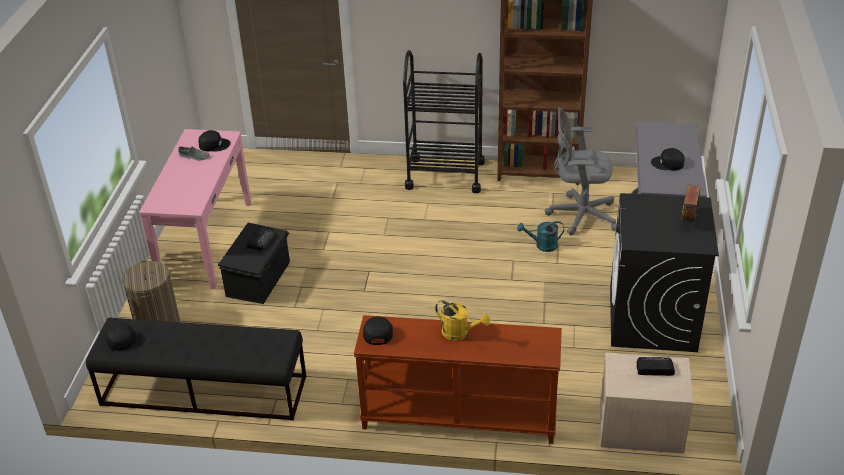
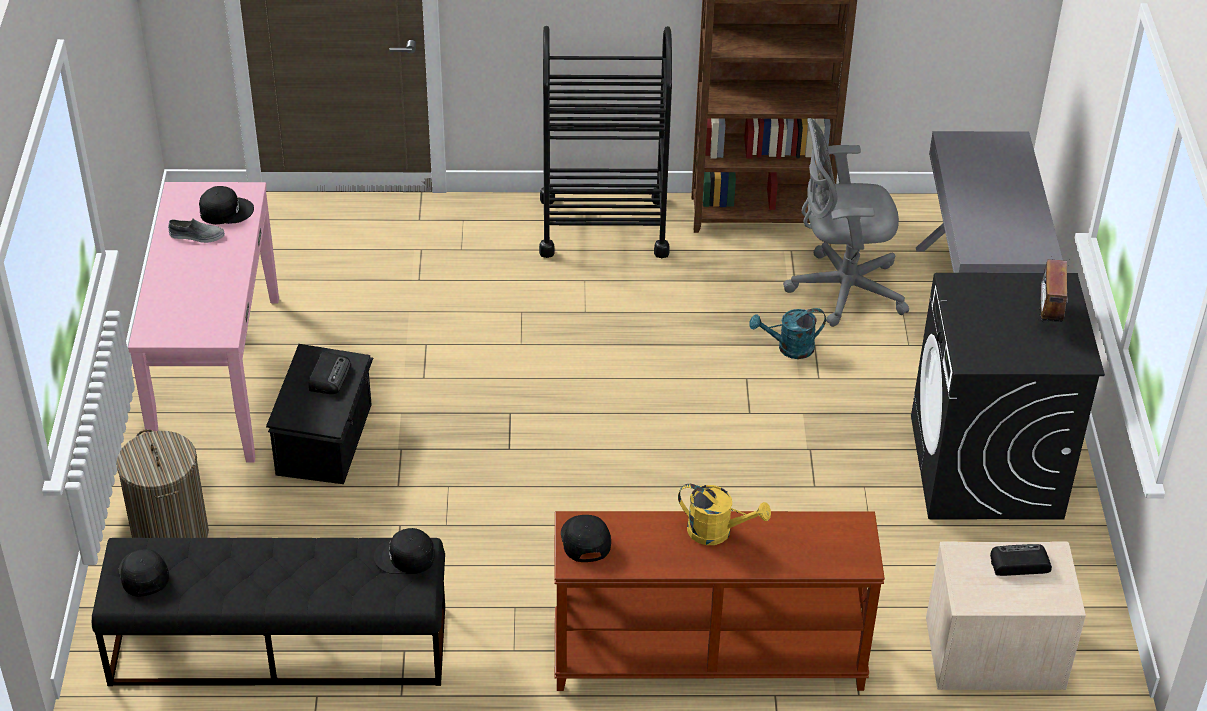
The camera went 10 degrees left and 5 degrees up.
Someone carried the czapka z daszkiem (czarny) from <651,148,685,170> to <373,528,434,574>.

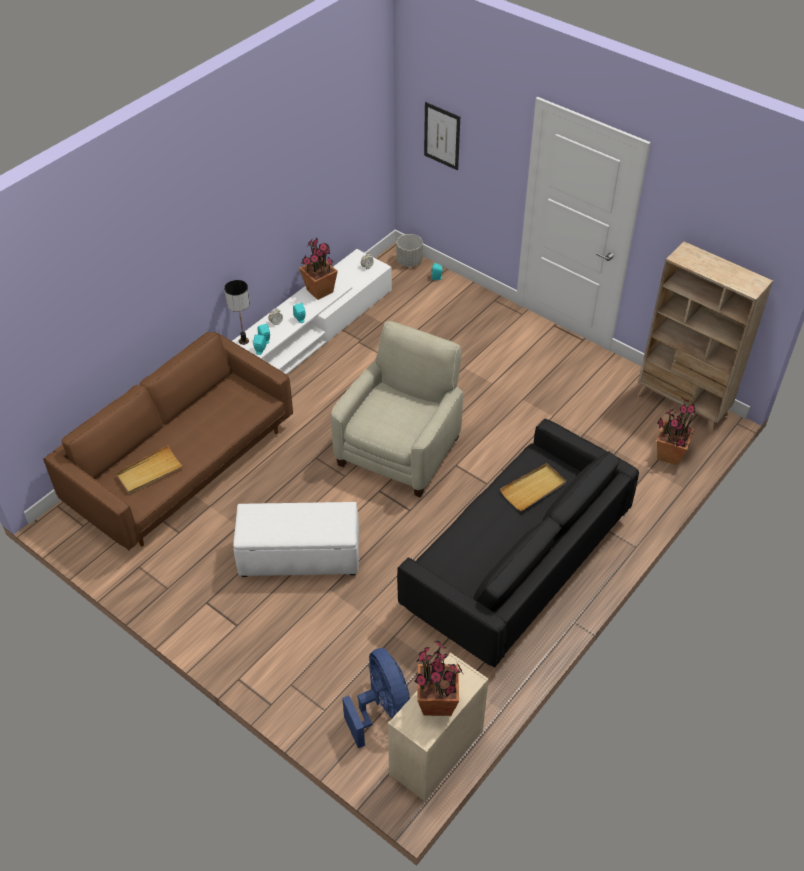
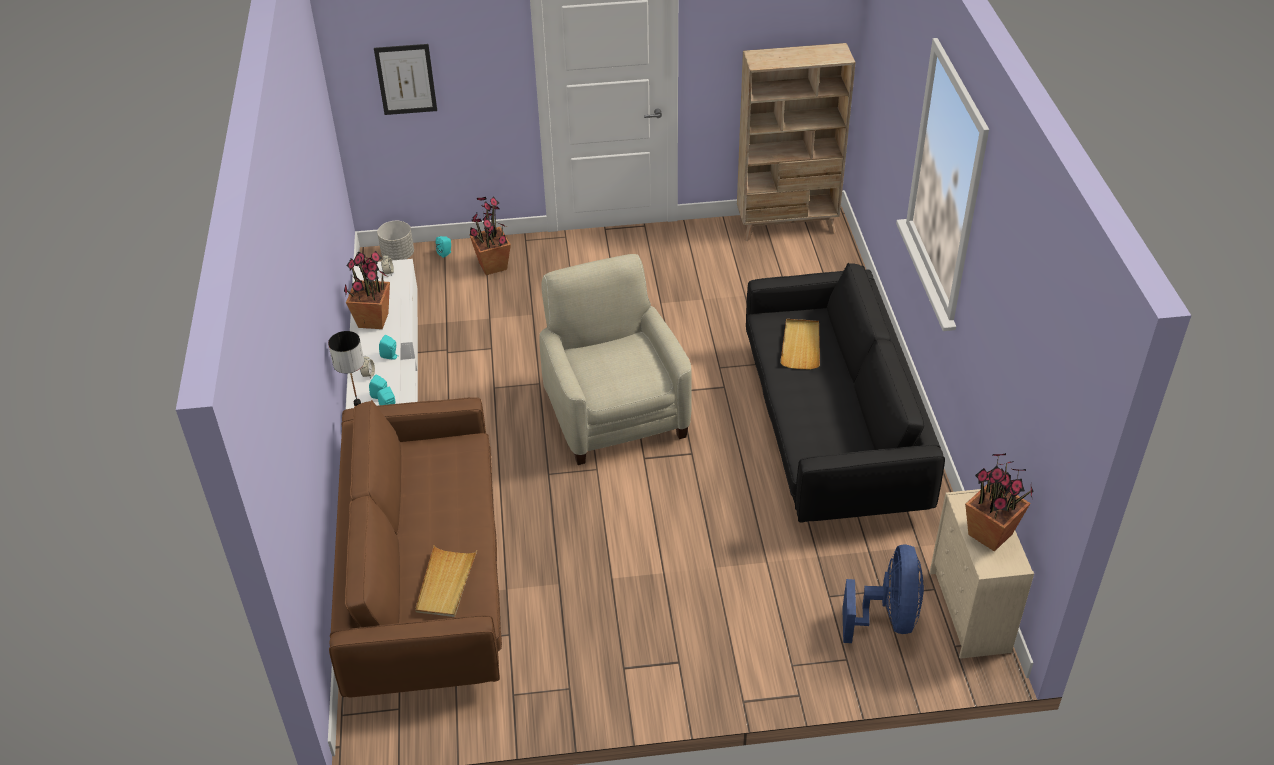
The camera went 45 degrees left and 5 degrees down.
Someone carried the roślina doniczkowa from <657,397,697,466> to <469,196,511,275>.
Someone took away the pufa (biały) at <233,502,359,577>.
Someone rotated the wentylator (niebieski) at <342,648,410,748> by 75 degrees clockwise.

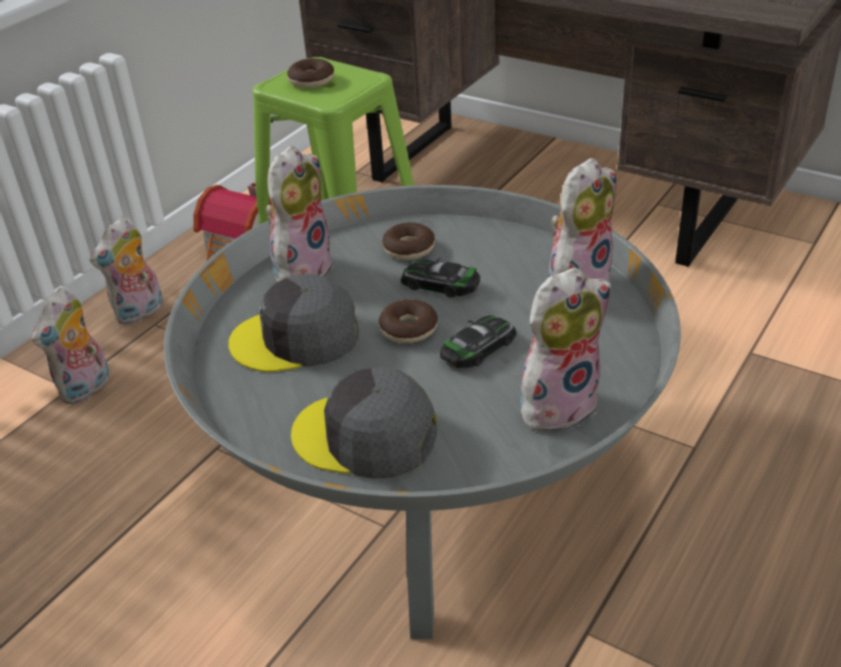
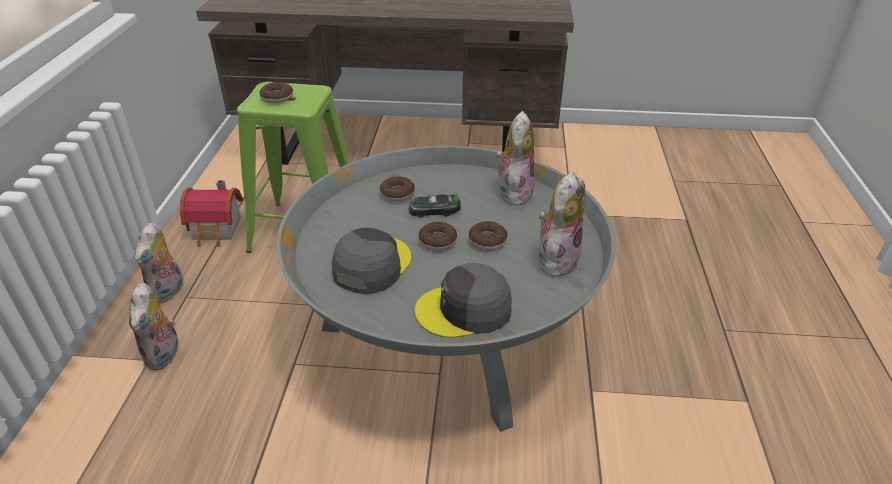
The camera went 30 degrees left and 0 degrees up.
Someone took away the pluszak at <266,146,334,282>.
Someone rotated the czapka z daszkiem (szary) at <228,273,359,372> by 150 degrees clockwise.
Someone swapped the samochodzik at <440,315,516,368> for the donut at <469,221,507,250>.

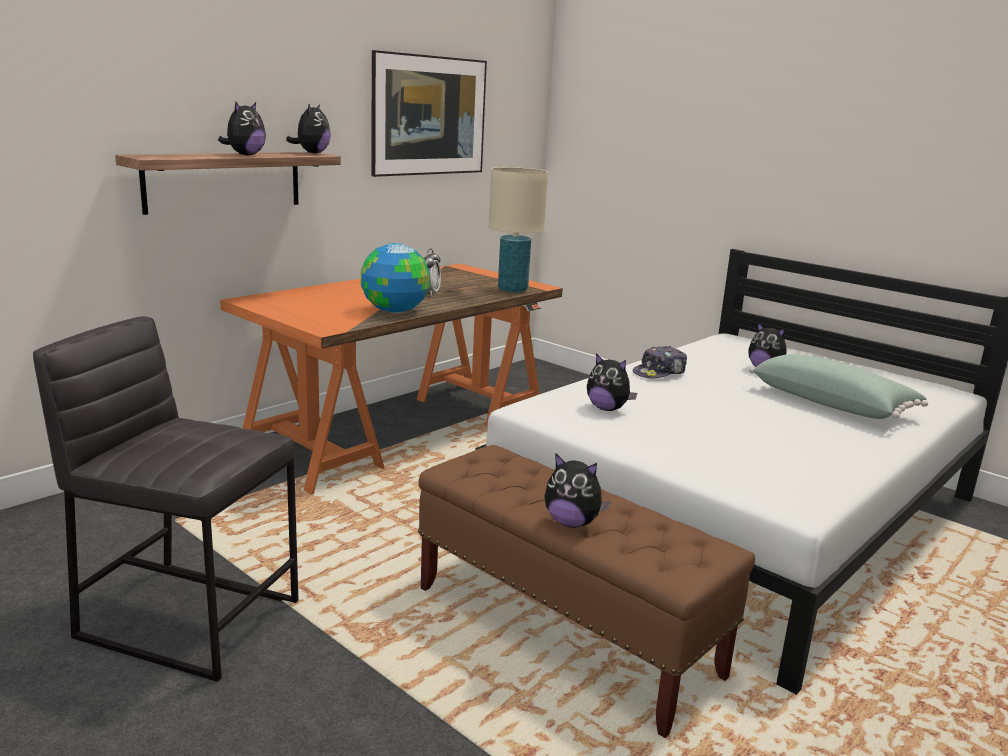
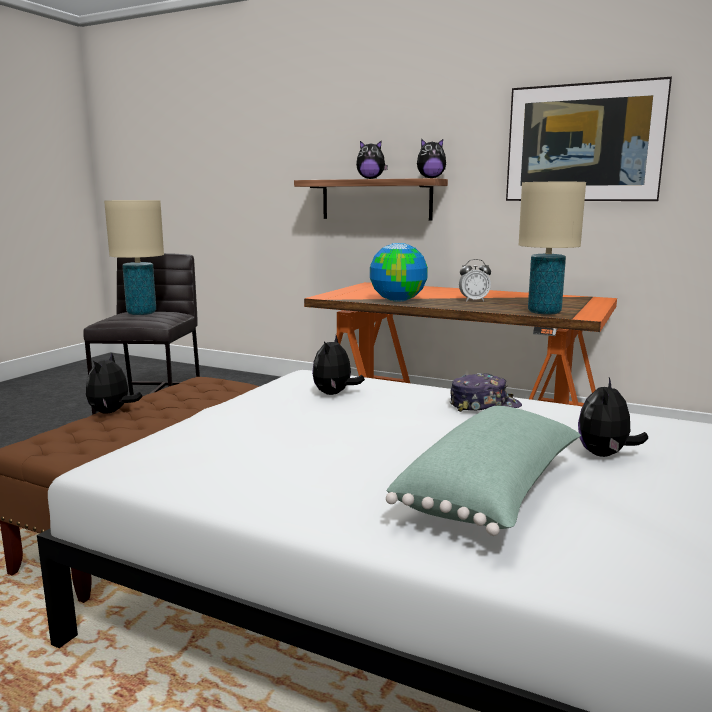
The camera went 75 degrees right and 5 degrees down.
Someone rotated the czapka z daszkiem at <633,346,687,378> by 135 degrees clockwise.
Someone put down the lampa stołowa (beżowy) at <104,200,164,315>.

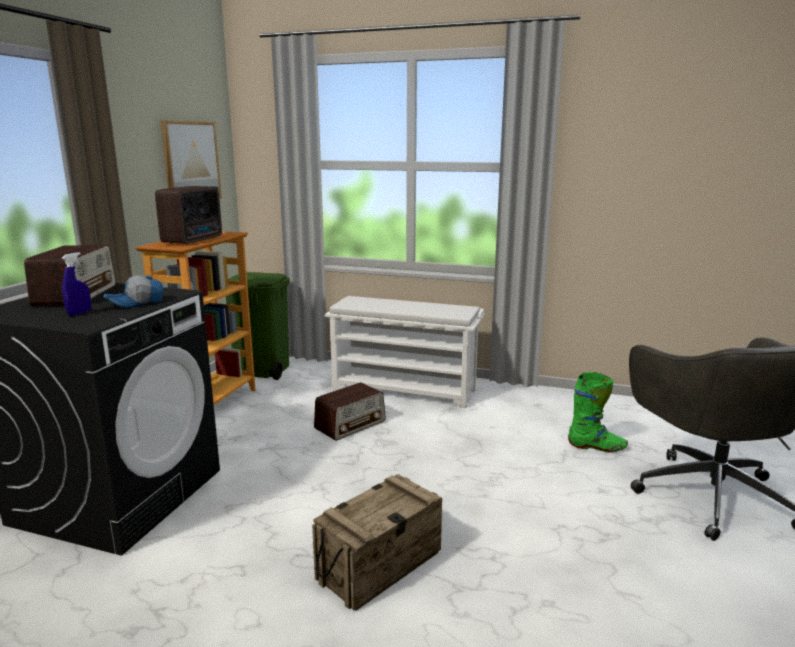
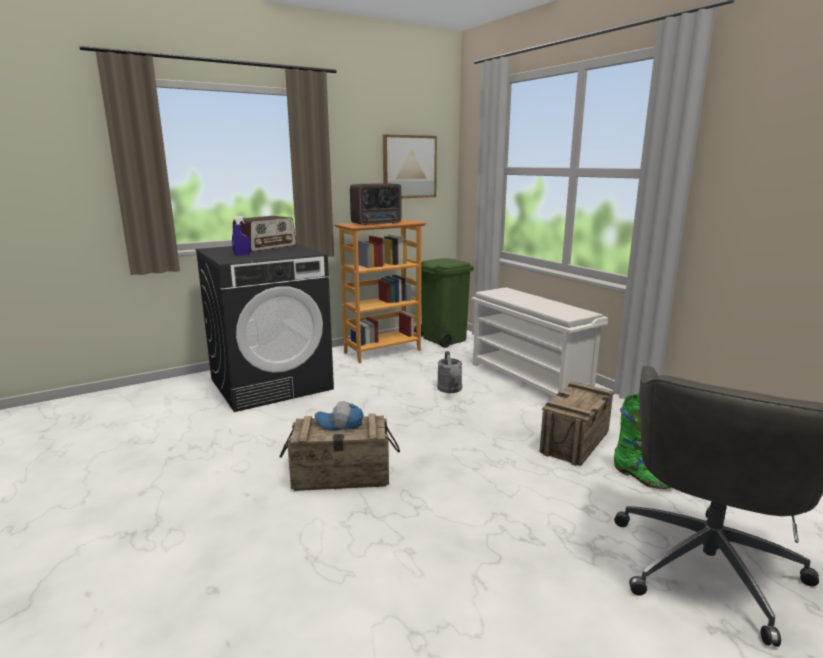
The camera went 40 degrees right and 0 degrees up.
Someone carried the czapka z daszkiem from <103,275,163,308> to <315,401,363,431>.
Someone swapped the radio at <314,383,386,441> for the konewka (szary) at <437,351,462,393>.
Someone put down the skrzynka at <540,382,614,466>.

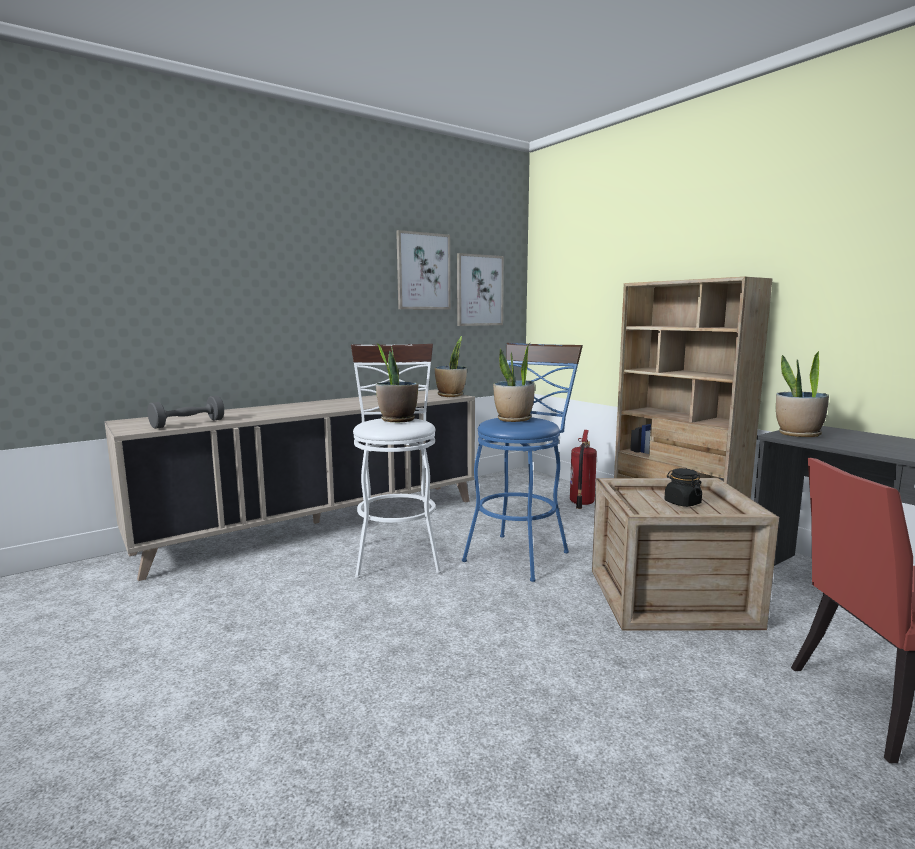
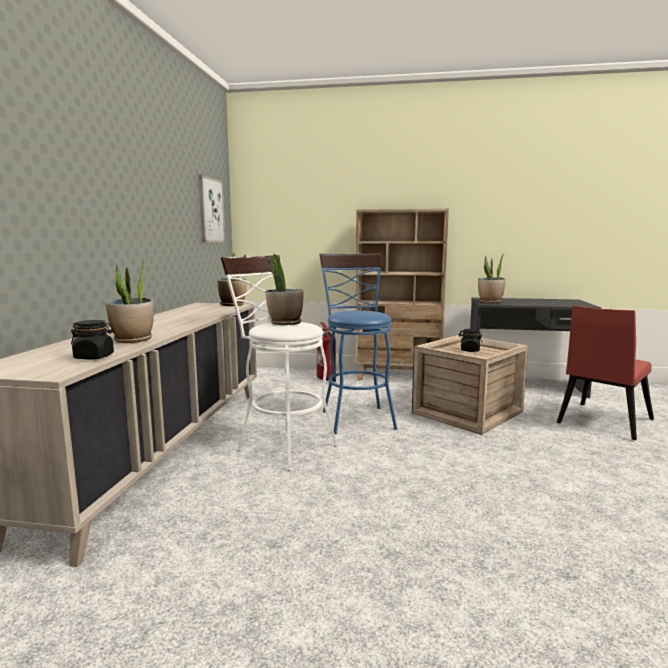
The camera went 45 degrees left and 0 degrees up.
Someone took away the obraz at <396,230,451,309>.
Someone carried the roślina doniczkowa from <493,343,535,422> to <105,257,154,343>.
Someone swapped the hantel (szary) at <148,396,224,429> for the słoik (czarny) at <71,320,114,360>.

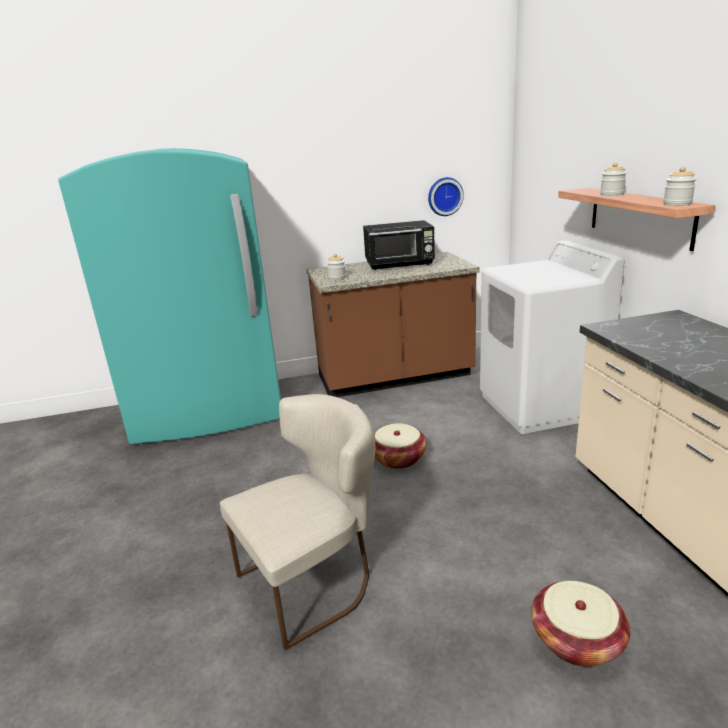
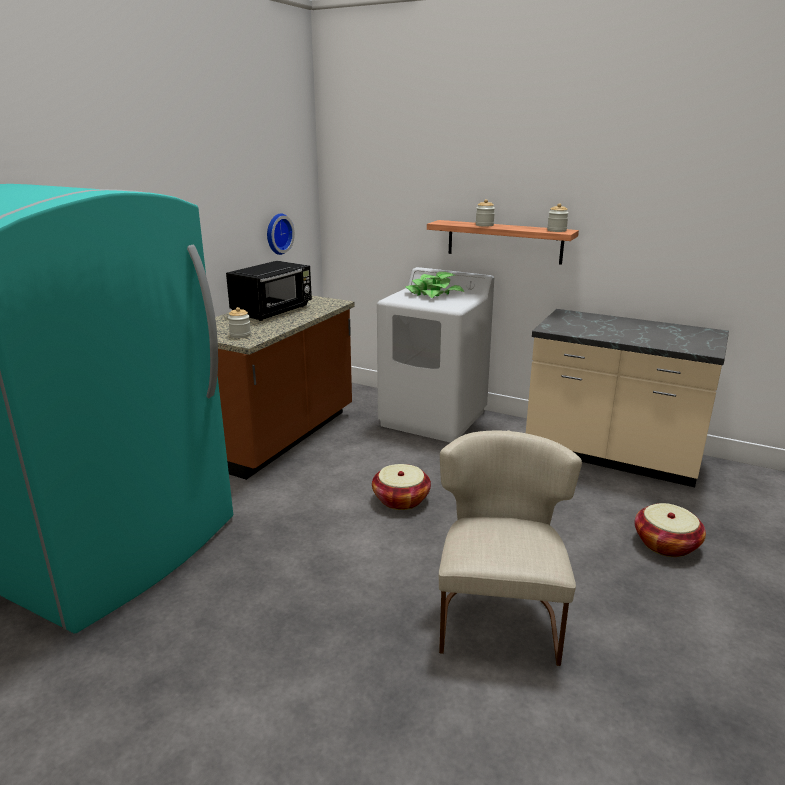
The camera went 50 degrees left and 0 degrees up.
Someone put down the roślina doniczkowa at <405,272,464,298>.

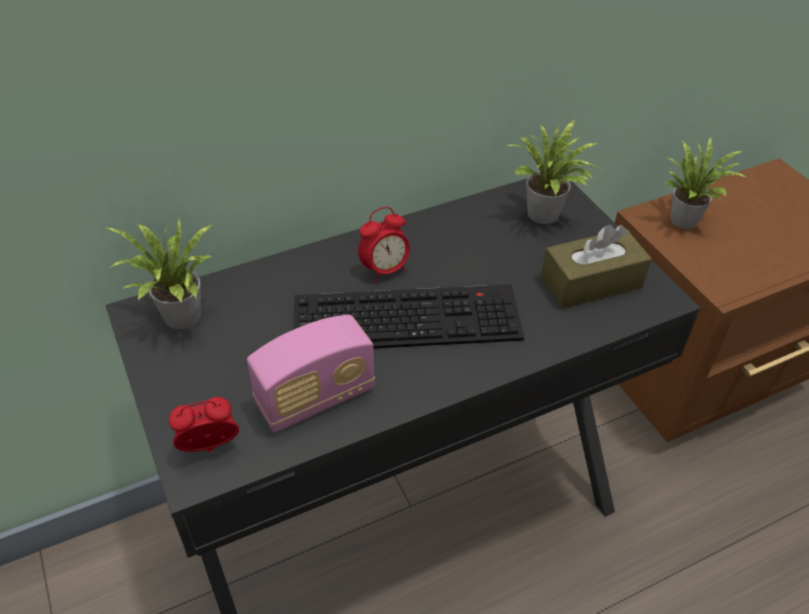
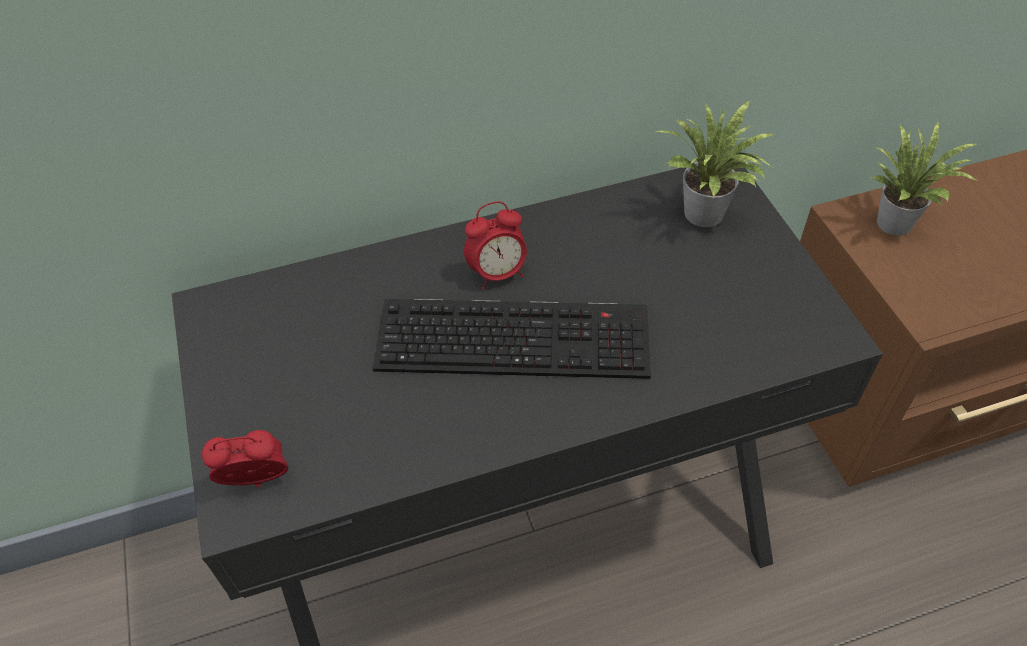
The camera went 10 degrees right and 5 degrees up.
Someone took away the roślina doniczkowa at <107,218,214,329>.
Someone took away the pudełko chusteczek (brązowy) at <541,225,652,308>.
Someone took away the radio at <247,315,375,433>.

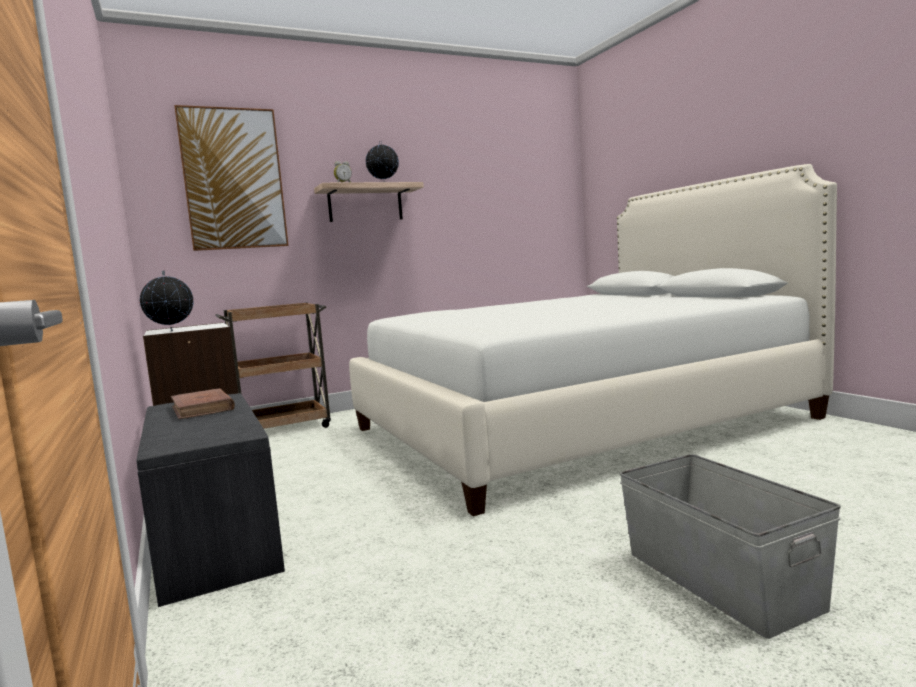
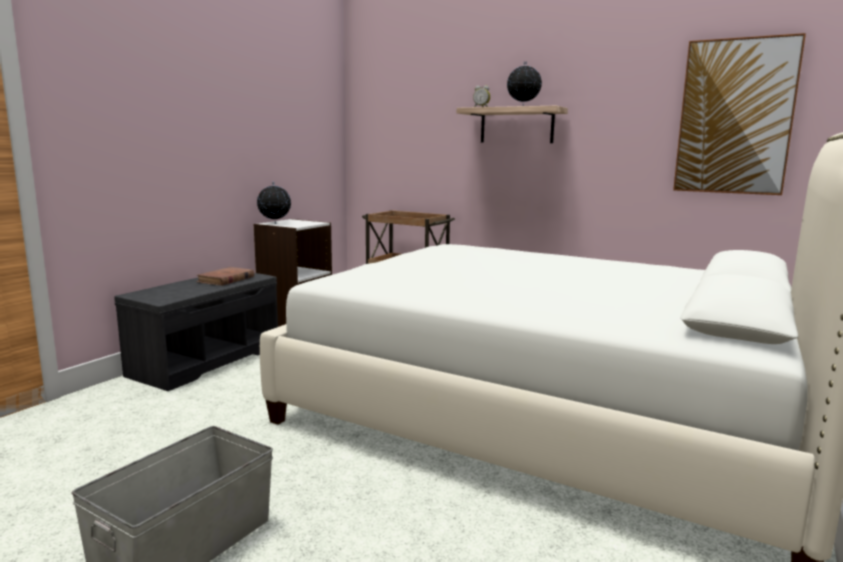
The camera went 55 degrees right and 5 degrees up.
Someone carried the obraz from <174,105,289,251> to <673,33,806,195>.

